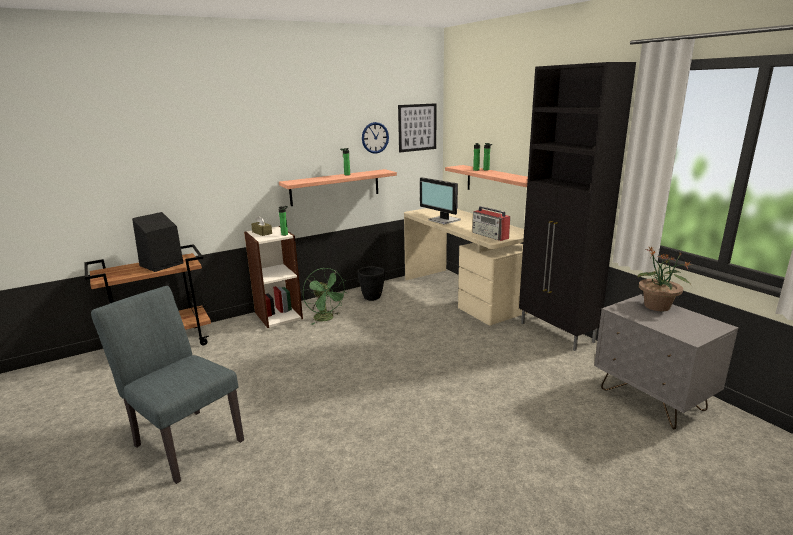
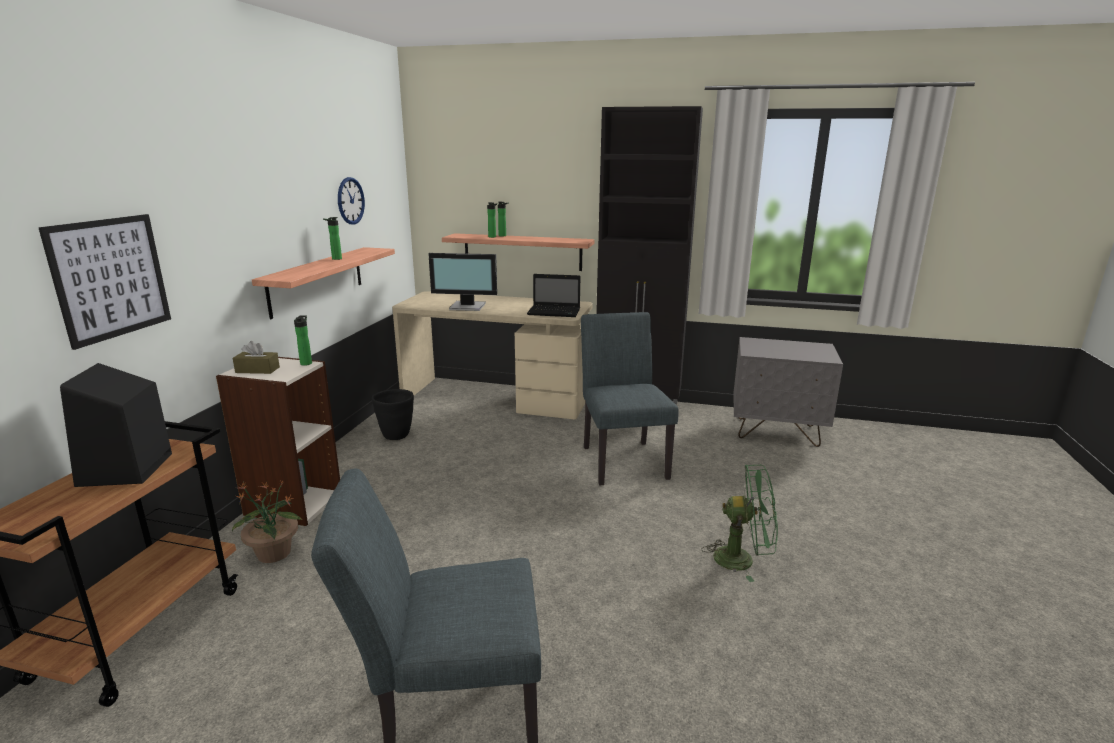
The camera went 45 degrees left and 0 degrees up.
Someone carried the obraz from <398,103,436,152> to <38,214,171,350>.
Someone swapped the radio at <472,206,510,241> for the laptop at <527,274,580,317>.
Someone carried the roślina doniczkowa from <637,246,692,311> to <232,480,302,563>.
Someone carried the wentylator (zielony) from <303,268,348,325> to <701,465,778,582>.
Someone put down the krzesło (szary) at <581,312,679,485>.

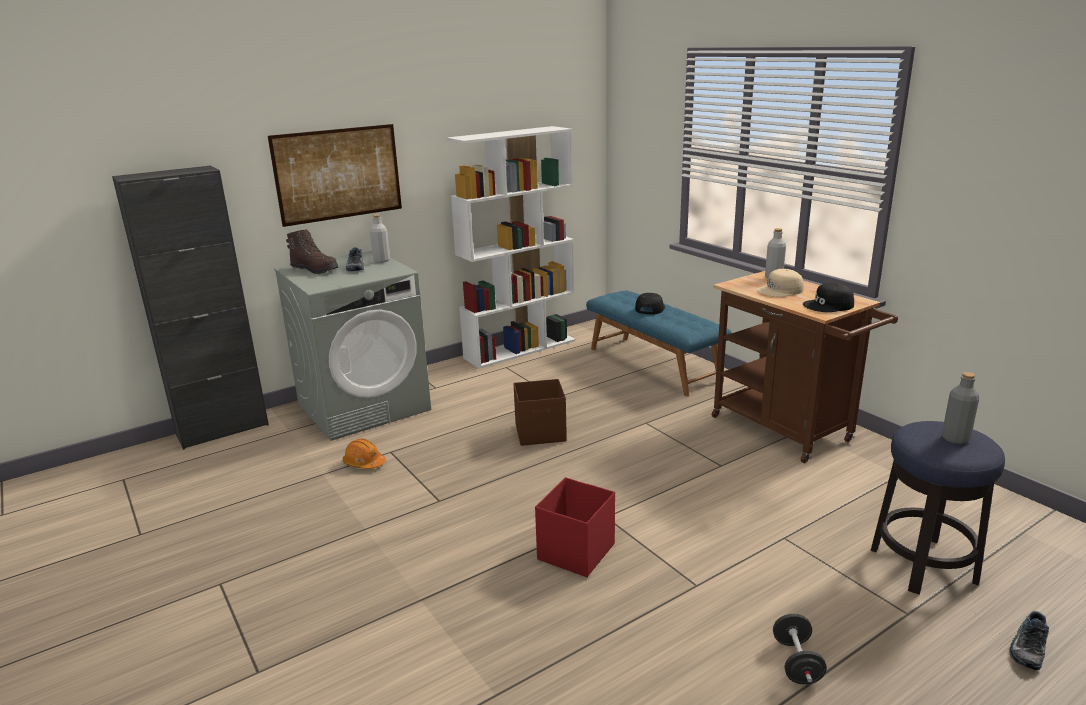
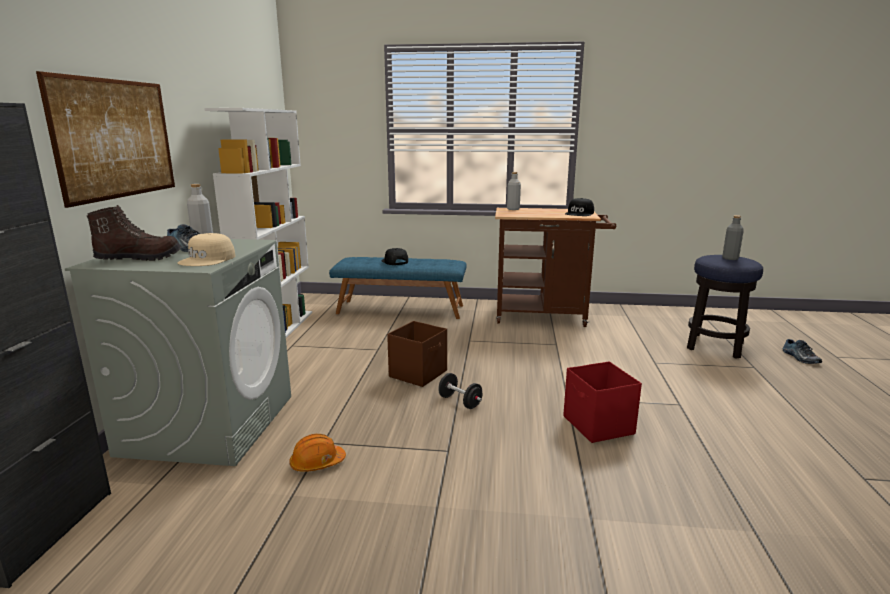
The camera went 50 degrees left and 5 degrees down.
Someone carried the czapka z daszkiem (beżowy) from <757,269,804,297> to <178,233,235,266>.
Someone carried the hantel (czarny) from <773,614,827,684> to <438,373,482,409>.

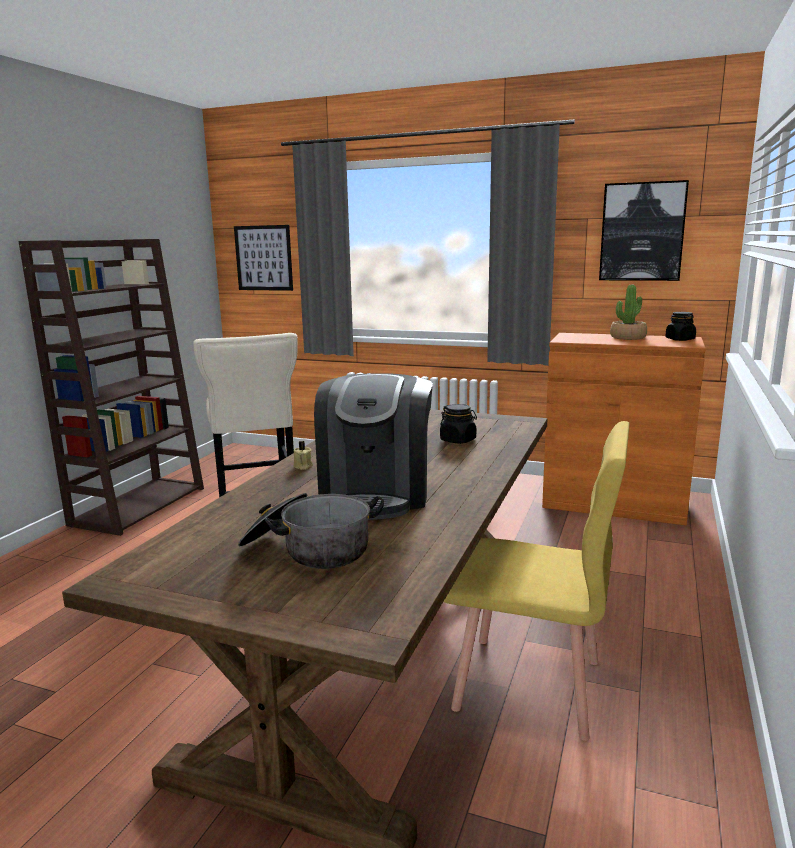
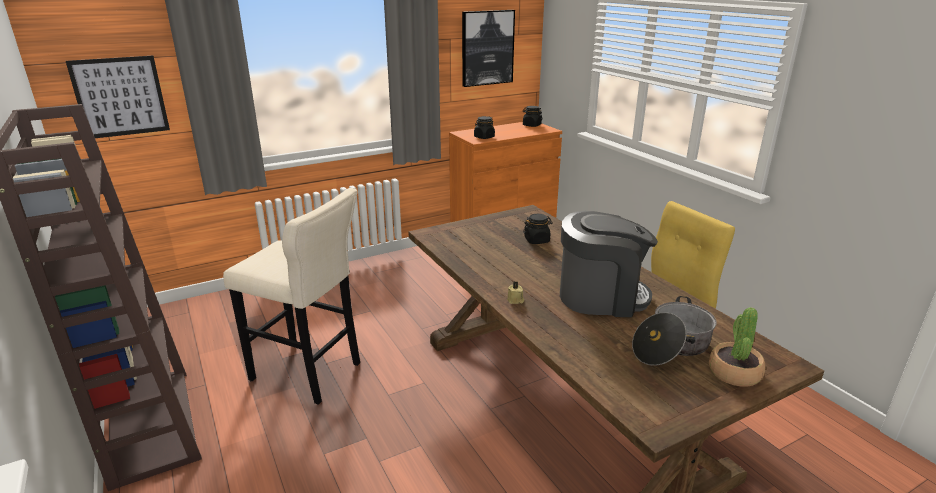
The camera went 50 degrees left and 10 degrees up.
Someone carried the roślina doniczkowa from <610,285,647,340> to <709,307,765,387>.
Someone rotated the ekspres do kawy at <314,373,433,520> by 45 degrees counterclockwise.
Someone put down the słoik (czarny) at <474,116,495,139>.

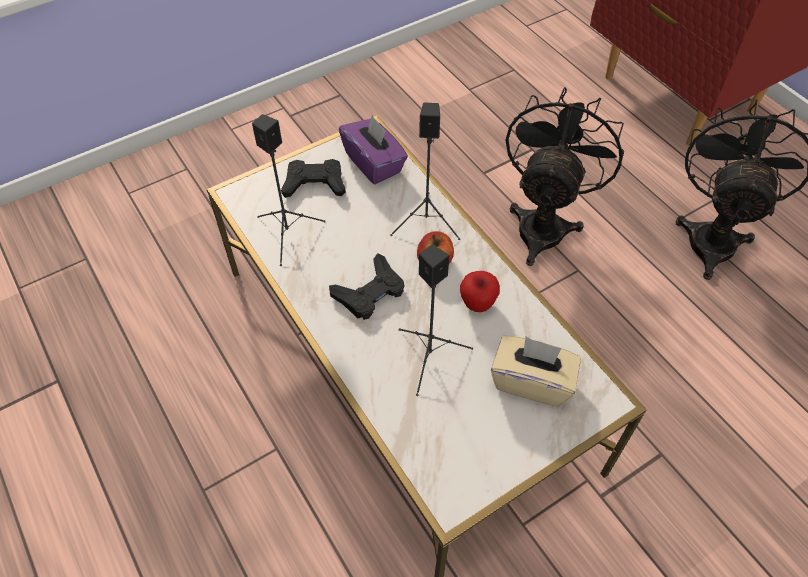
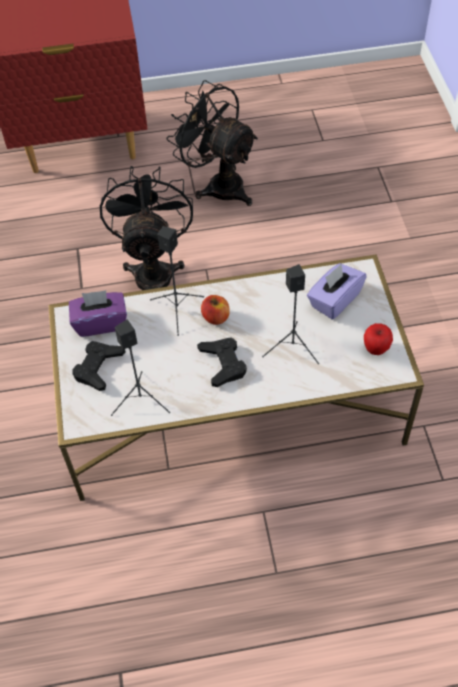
The camera went 65 degrees left and 0 degrees up.
Someone rotated the wentylator (czarny) at <506,87,624,266> by 45 degrees clockwise.
Someone carried the jabłko from <460,271,500,312> to <364,323,393,355>.
Someone repainted the pudełko chusteczek (beżowy) at <491,335,581,407>, which became the pudełko chusteczek (fioletowy) at <307,263,367,320>.

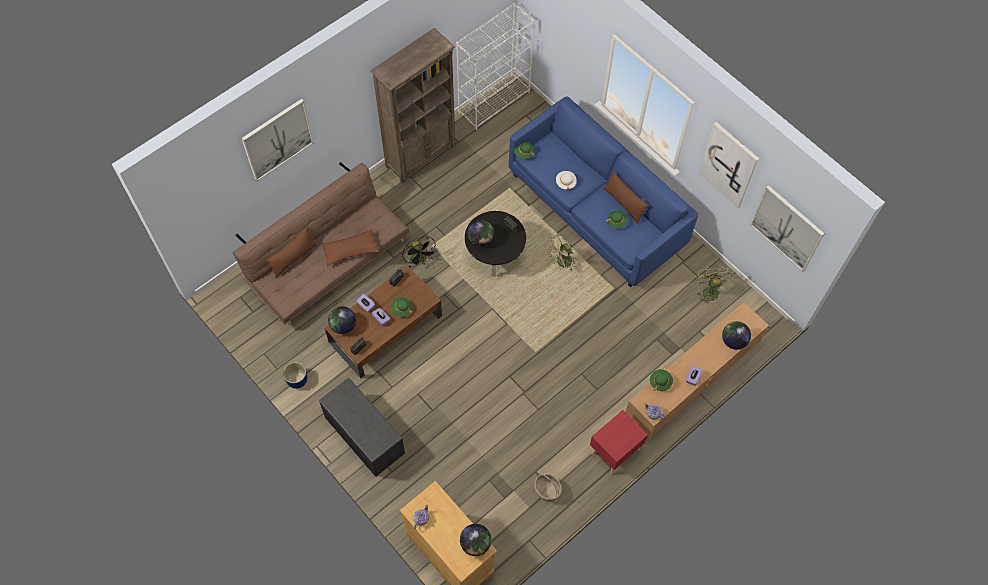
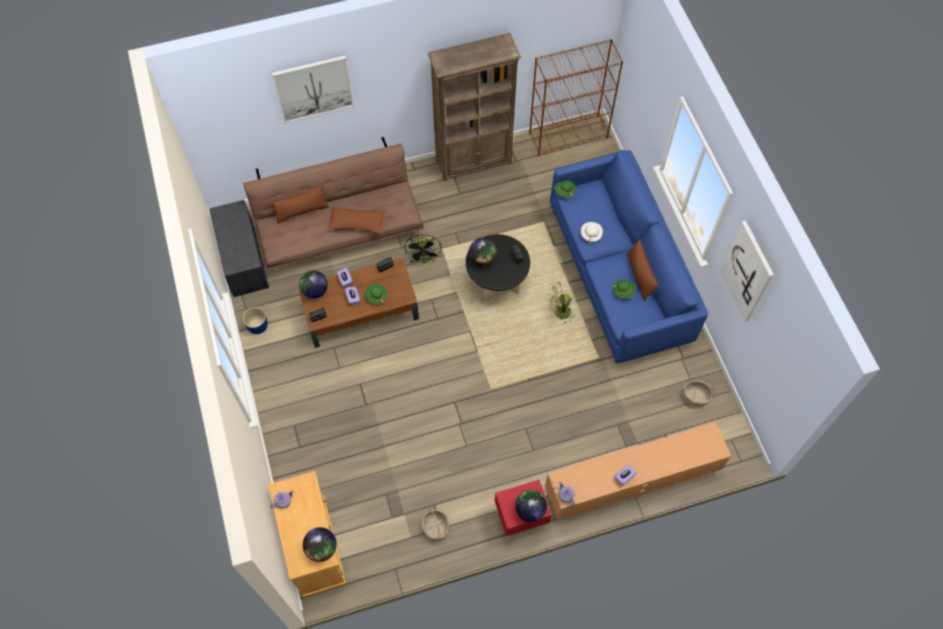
The camera went 25 degrees right and 0 degrees up.
Someone repainted the regał (biały) at <456,3,534,130>, which became the regał (brązowy) at <529,39,623,156>.
Someone took away the obraz at <750,185,825,272>.
Someone swapped the wentylator (zielony) at <696,266,733,305> for the koszyk at <683,380,714,407>.
Someone carried the globus from <722,321,751,350> to <515,490,547,522>.
Someone took away the kapelusz (zielony) at <650,369,673,391>.
Someone carried the ławka (szary) from <319,378,405,477> to <209,200,269,297>.

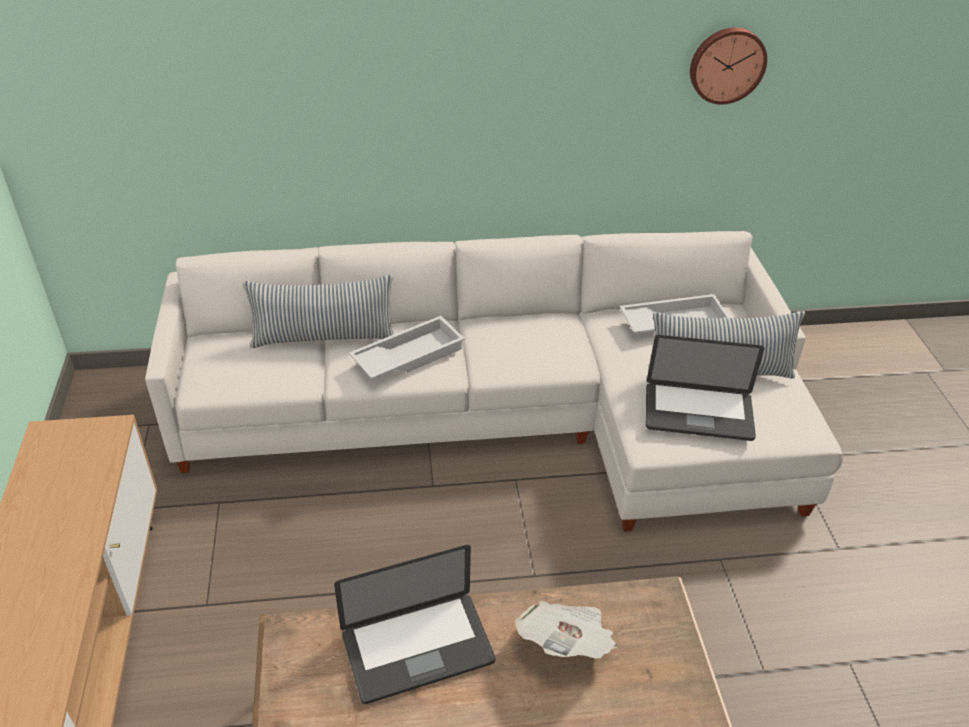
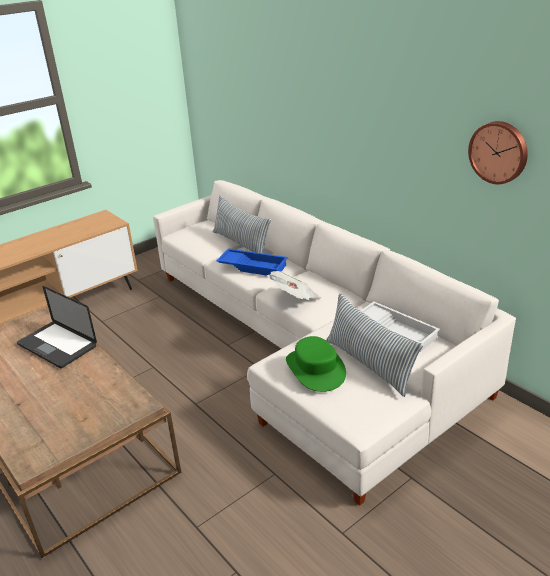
The camera went 60 degrees right and 10 degrees down.
Someone repainted the taca (biały) at <349,316,465,379>, which became the taca (niebieski) at <216,248,288,276>.
Someone swapped the laptop at <646,335,765,441> for the kapelusz (zielony) at <286,336,346,392>.
Someone carried the gazeta from <515,601,617,659> to <267,271,321,300>.

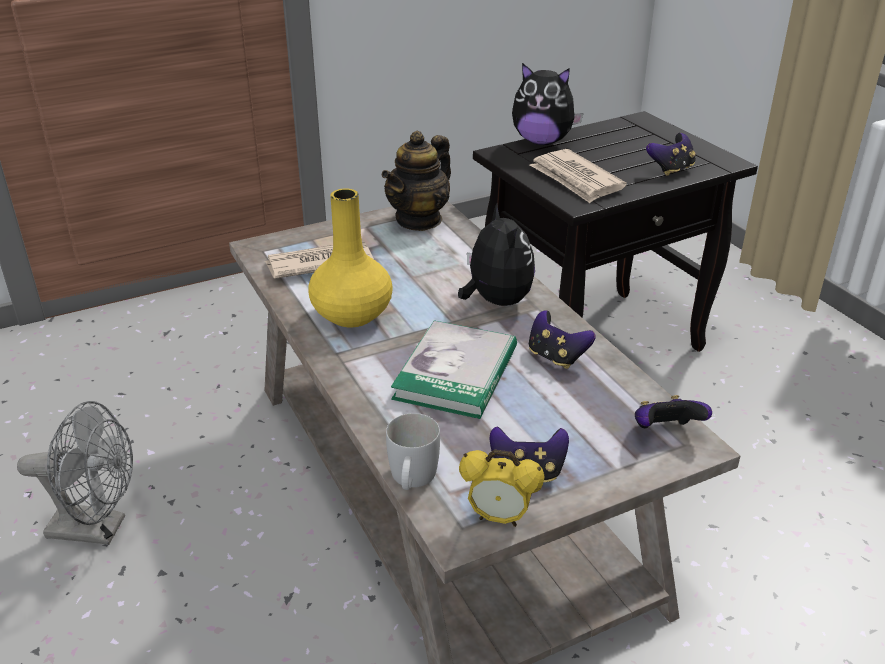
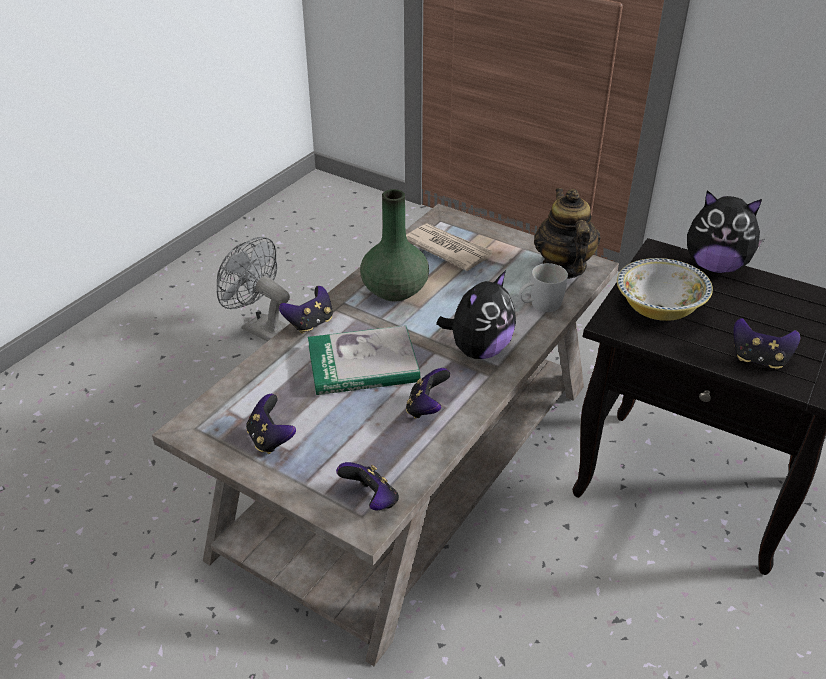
The camera went 60 degrees right and 5 degrees up.
Someone rotated the pluszak at <512,63,583,145> by 60 degrees counterclockwise.
Someone rotated the imbryk at <381,131,451,231> by 75 degrees clockwise.
Someone swapped the gazeta at <530,149,627,203> for the miska at <617,258,713,321>.
Someone repainted the wazon (żółty) at <308,188,393,327>, which became the wazon (zielony) at <360,189,429,301>.
Someone rotated the wentylator (szary) at <17,401,133,545> by 150 degrees clockwise.
Someone carried the kubek (biały) from <386,413,440,490> to <519,263,568,312>.
Someone took away the budzik at <459,450,545,527>.
Someone put down the pad do gier at <279,286,333,334>.

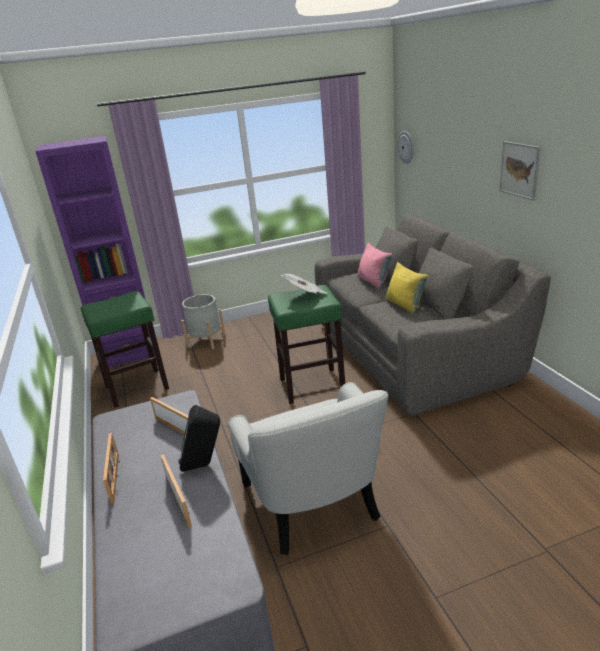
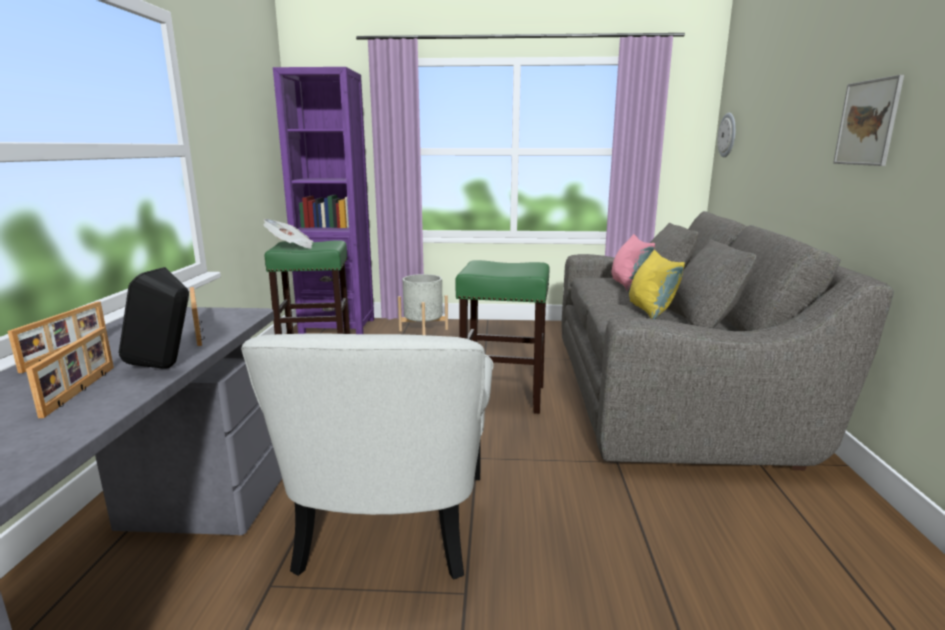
The camera went 20 degrees right and 10 degrees down.
Someone carried the gazeta from <281,274,328,294> to <263,219,314,249>.

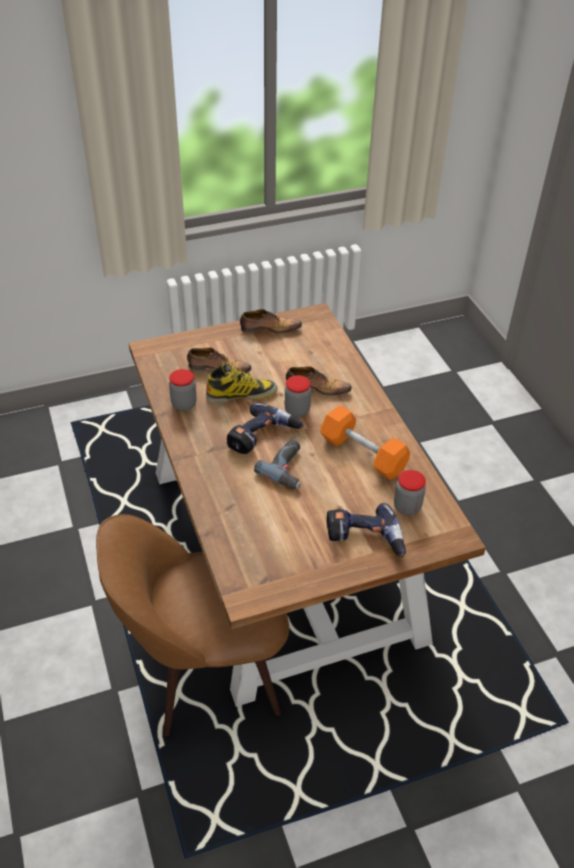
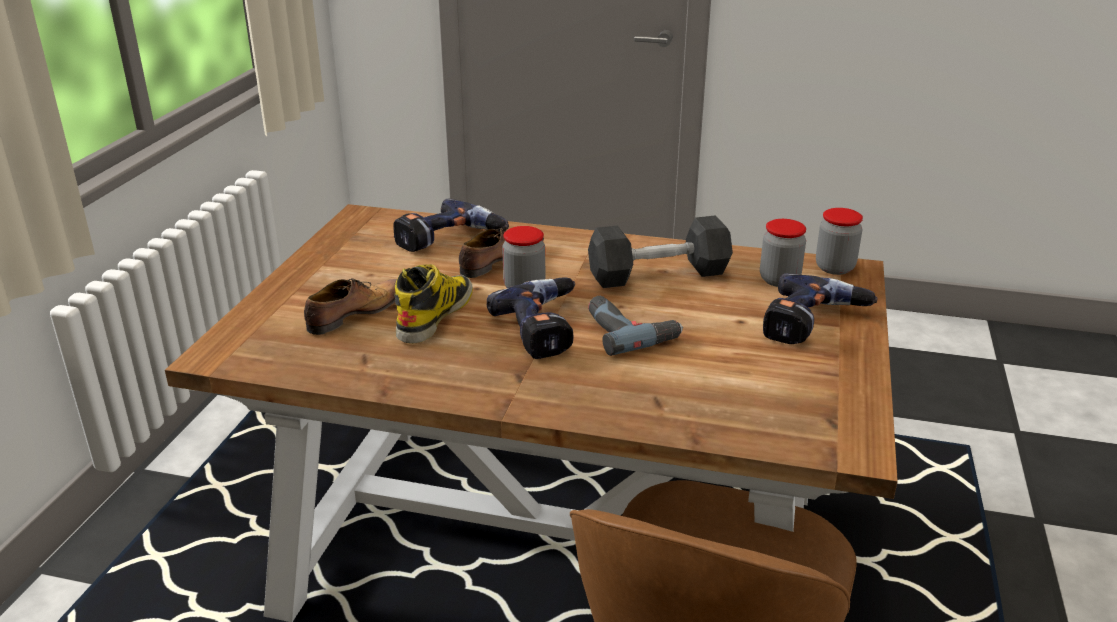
The camera went 55 degrees left and 15 degrees down.
Someone took away the but at <240,309,302,334>.
Someone carried the słoik from <169,369,197,411> to <816,208,863,275>.
Someone repainted the hantel (pomarańczowy) at <320,405,410,480>, which became the hantel (szary) at <588,215,733,288>.
Someone put down the wiertarka at <393,199,509,252>.

